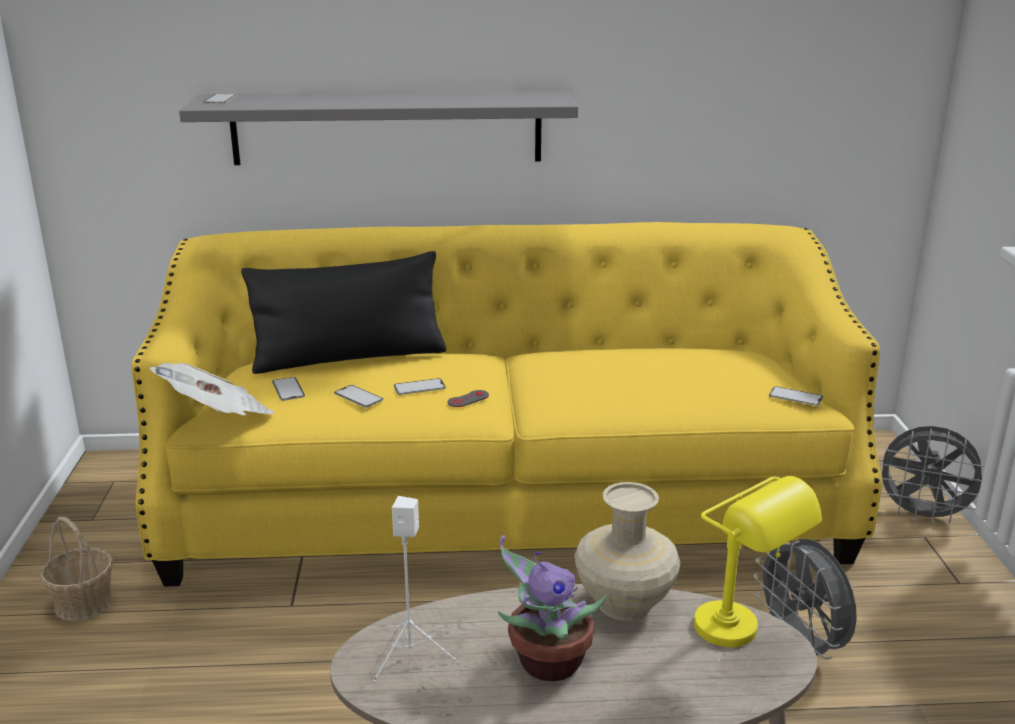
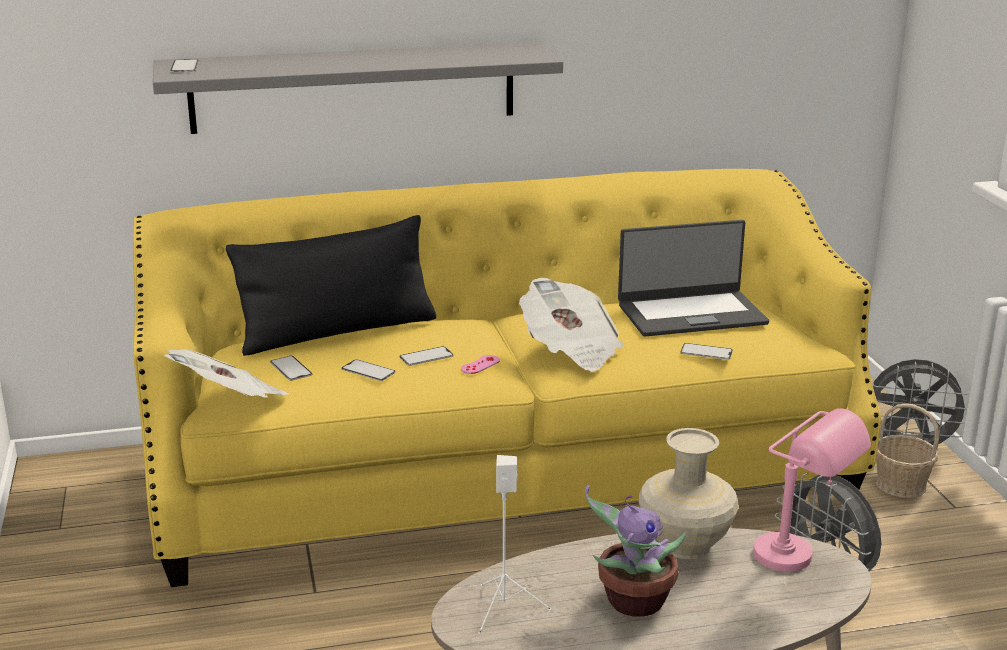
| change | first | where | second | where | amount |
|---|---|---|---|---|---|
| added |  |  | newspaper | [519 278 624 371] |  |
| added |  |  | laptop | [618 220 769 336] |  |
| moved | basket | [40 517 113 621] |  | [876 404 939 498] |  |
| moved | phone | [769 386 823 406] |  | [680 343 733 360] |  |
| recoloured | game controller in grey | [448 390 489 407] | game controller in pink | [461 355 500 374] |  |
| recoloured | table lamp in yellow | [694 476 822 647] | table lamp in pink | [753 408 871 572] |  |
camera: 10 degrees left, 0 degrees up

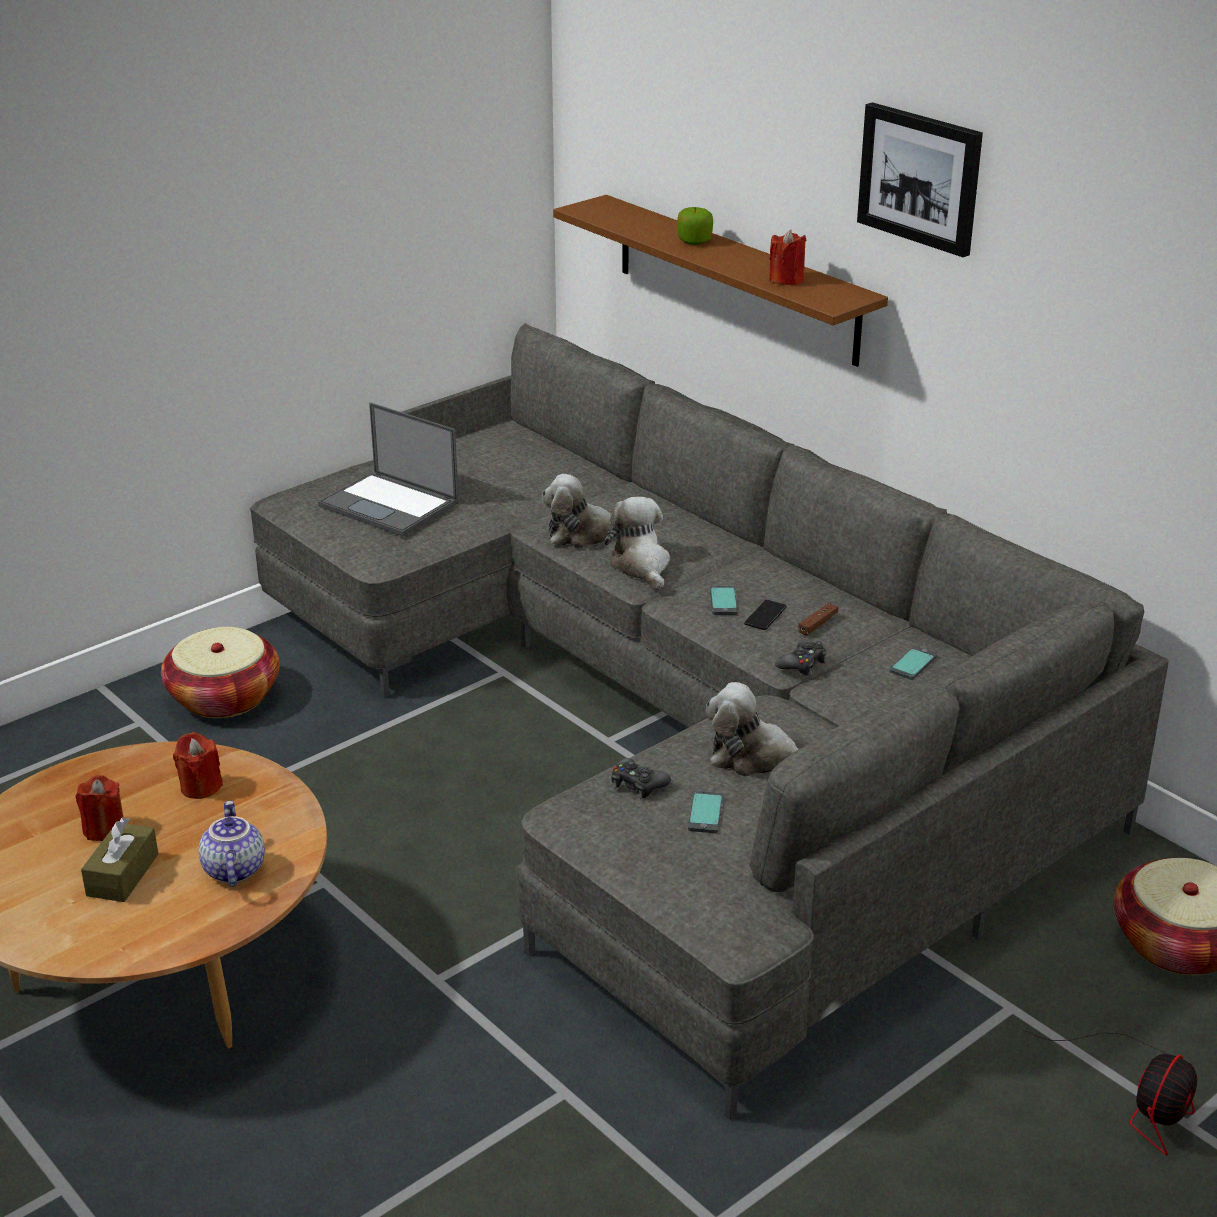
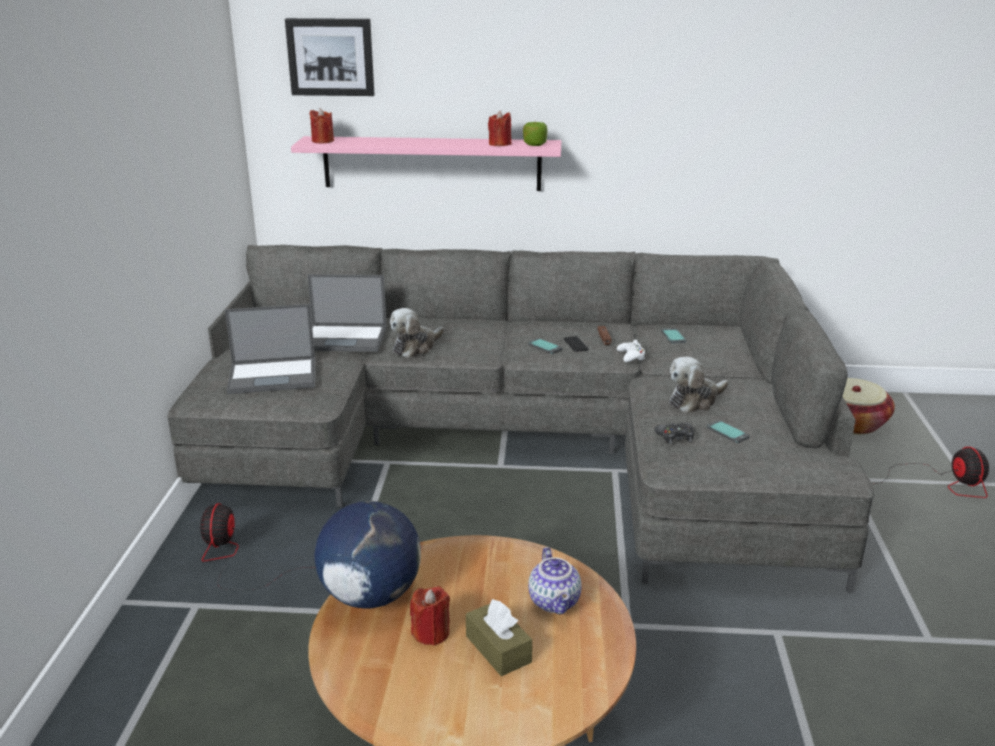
| change | first | where | second | where | amount |
|---|---|---|---|---|---|
| removed | plush toy | [604 497 670 590] |  |  |  |
| added |  |  | laptop | [308 274 387 352] |  |
| added |  |  | globe | [315 501 421 609] |  |
| moved | candle in red | [173 732 223 799] |  | [310 108 334 144] |  |
| moved | apple | [677 207 713 245] |  | [523 121 548 146] |  |
| moved | picture | [857 102 983 257] |  | [285 18 375 96] |  |
| replaced | basket | [161 627 280 718] | fan | [200 503 305 590] |  |
| recoloured | shelf in brown | [553 195 888 367] | shelf in pink | [291 136 561 191] |  |
| recoloured | game controller in black | [775 640 827 675] | game controller in white | [617 340 645 362] |  |
| turned | teapot | [199 801 265 887] |  | [528 547 581 615] | 135 degrees counterclockwise |
camera: 45 degrees left, 5 degrees down

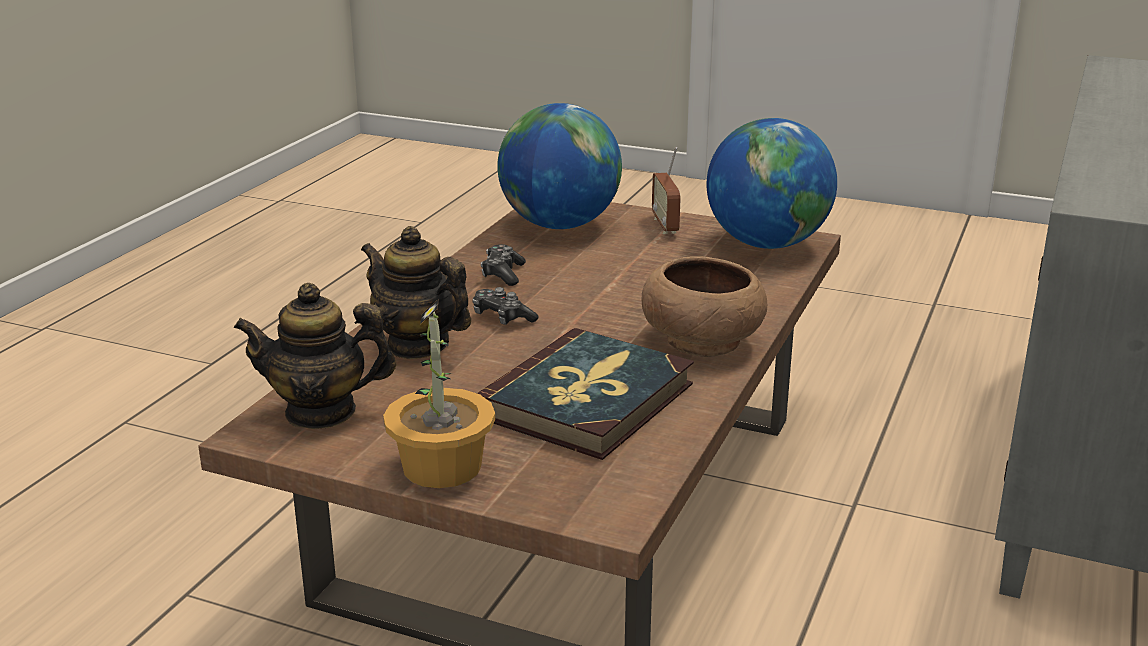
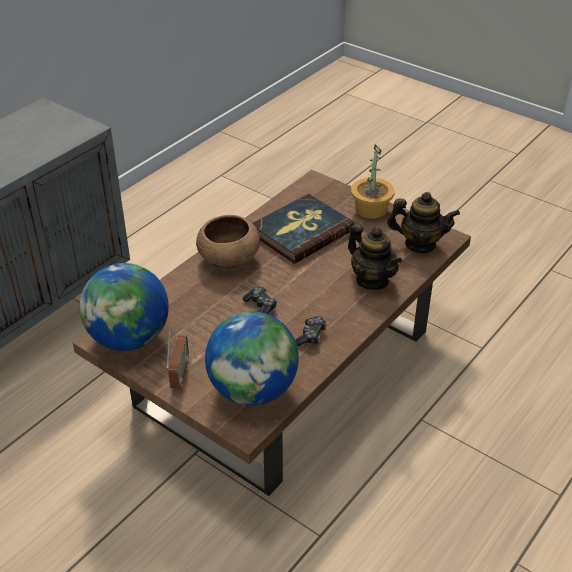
| change | first | where | second | where | amount |
|---|---|---|---|---|---|
| moved | game controller | [472 287 538 325] |  | [242 286 277 314] |  |
camera: 165 degrees left, 15 degrees up

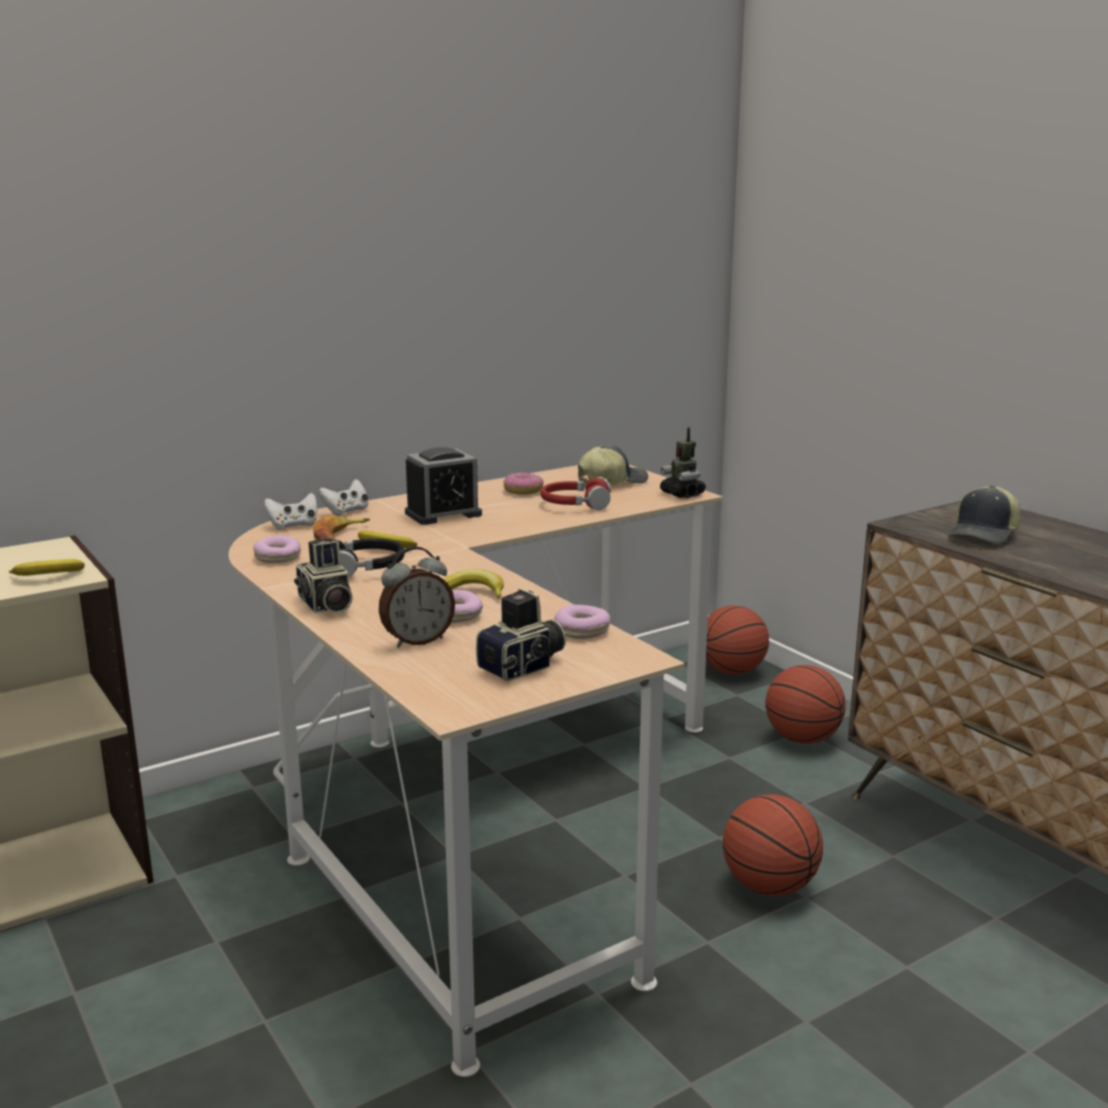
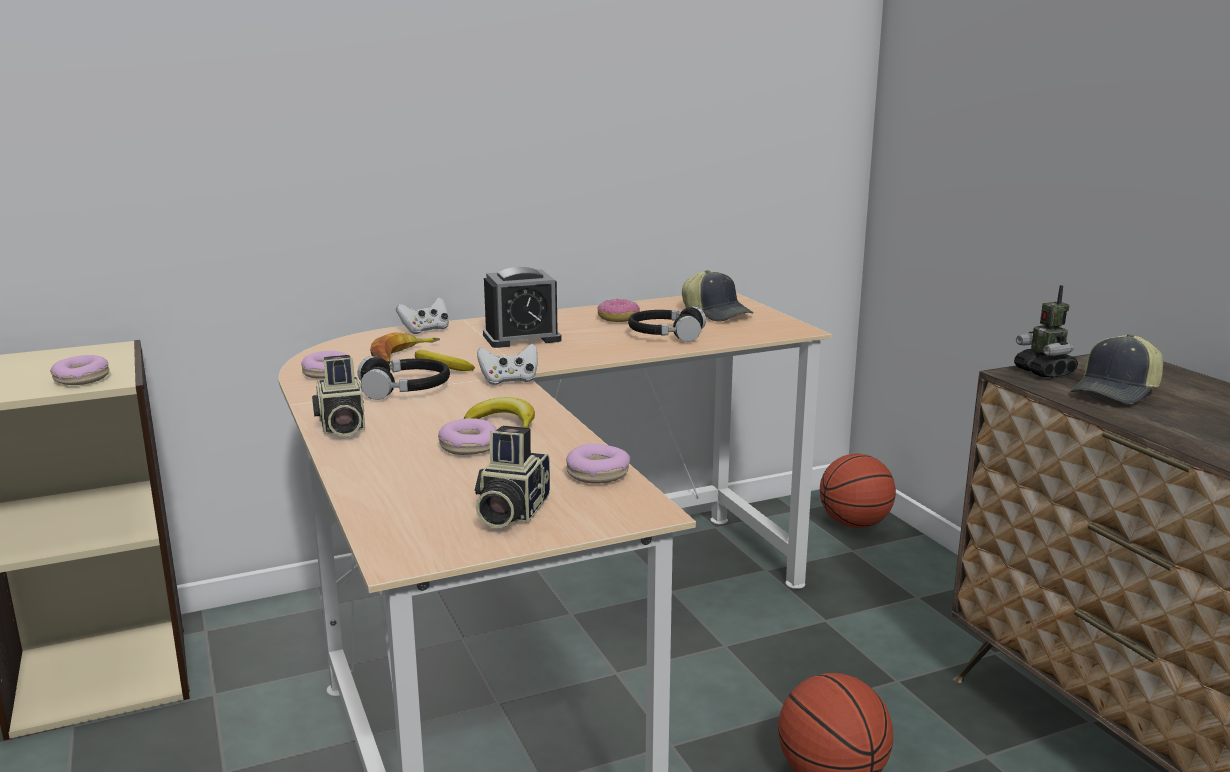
| change | first | where | second | where | amount |
|---|---|---|---|---|---|
| removed | alarm clock | [379 546 455 648] |  |  |  |
| removed | basketball | [765 665 845 744] |  |  |  |
| moved | game controller in white | [264 493 317 529] |  | [477 343 538 385] |  |
| moved | toy robot | [660 427 706 498] |  | [1014 285 1078 378] |  |
| replaced | banana | [9 559 85 576] | donut | [50 355 110 385] |  |
| recoloured | headphones in red | [540 477 611 510] | headphones in black | [628 306 706 342] |  |
| turned | photo camera | [476 588 566 681] |  | [475 426 550 528] | 135 degrees clockwise |
| turned | cap | [578 445 648 485] |  | [682 270 754 322] | 75 degrees clockwise |
camera: 10 degrees right, 0 degrees up

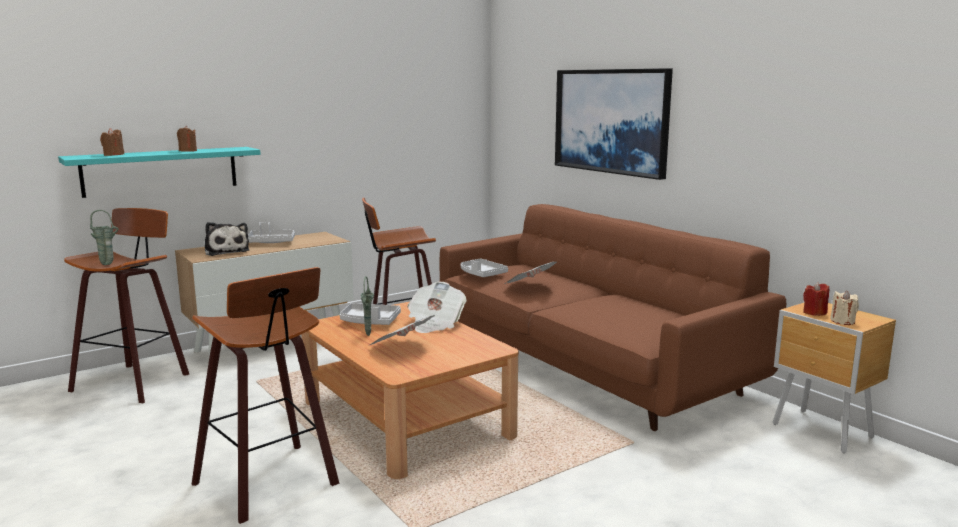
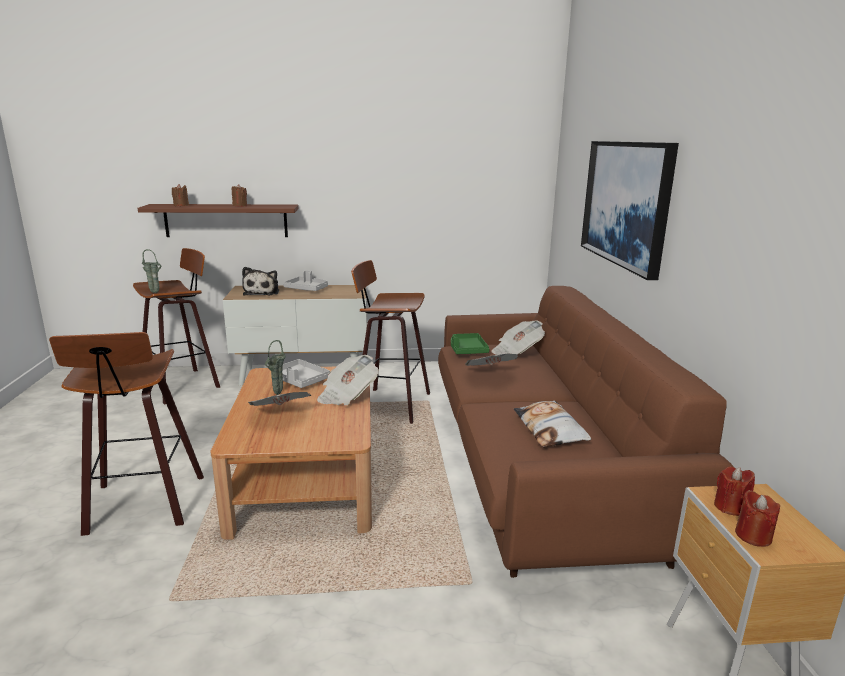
| change | first | where | second | where | amount |
|---|---|---|---|---|---|
| added |  |  | newspaper | [491 321 545 355] |  |
| added |  |  | pillow | [514 401 591 447] |  |
| recoloured | shelf in turquoise | [58 147 261 198] | shelf in brown | [138 204 299 237] |  |
| recoloured | tray in grey | [461 259 508 277] | tray in green | [451 333 490 354] |  |
| recoloured | candle in beige | [830 290 859 325] | candle in red | [735 490 780 547] |  |
camera: 30 degrees right, 5 degrees up

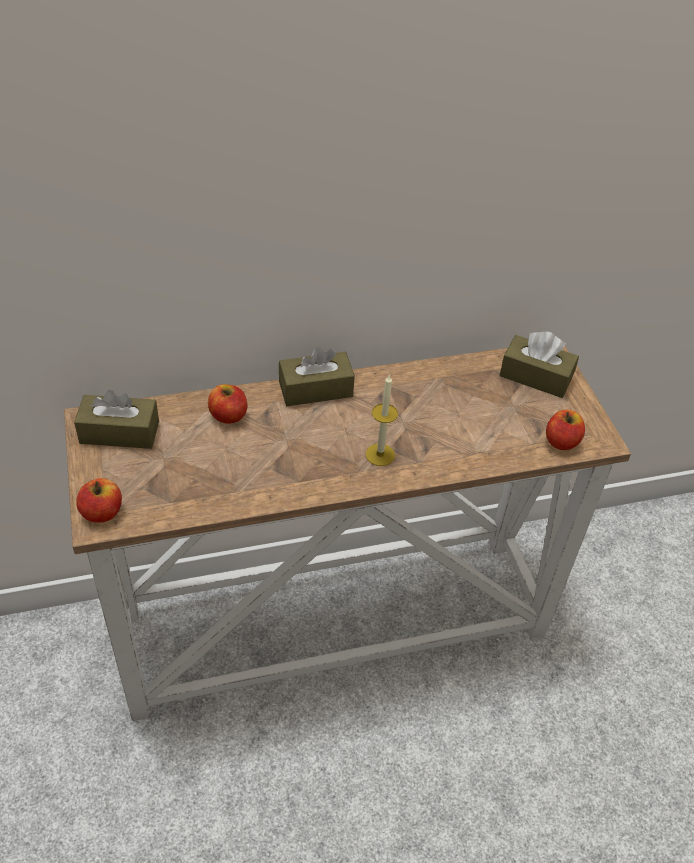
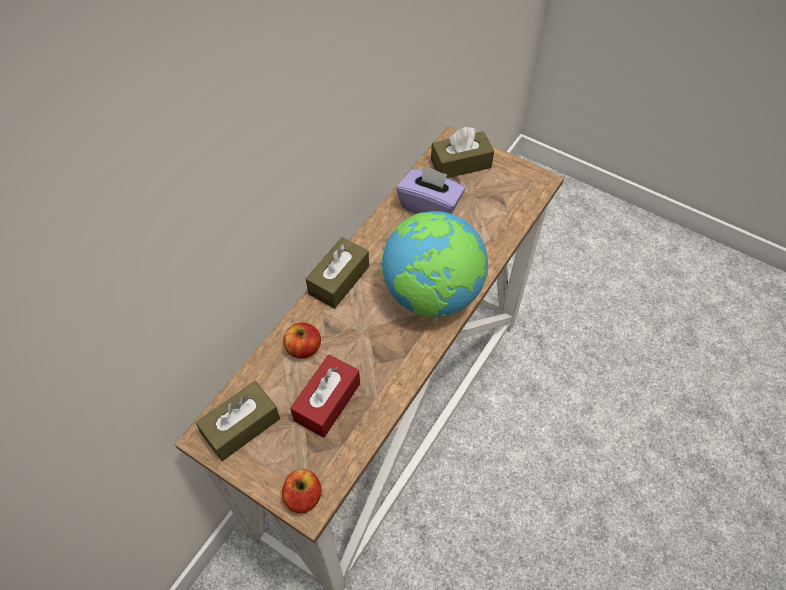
| change | first | where | second | where | amount |
|---|---|---|---|---|---|
| removed | apple | [546 410 585 450] |  |  |  |
| added |  |  | tissue box in red | [290 355 360 438] |  |
| added |  |  | tissue box in purple | [396 165 465 214] |  |
| replaced | candle | [366 375 398 466] | globe | [382 211 488 318] |  |
camera: 40 degrees left, 10 degrees up

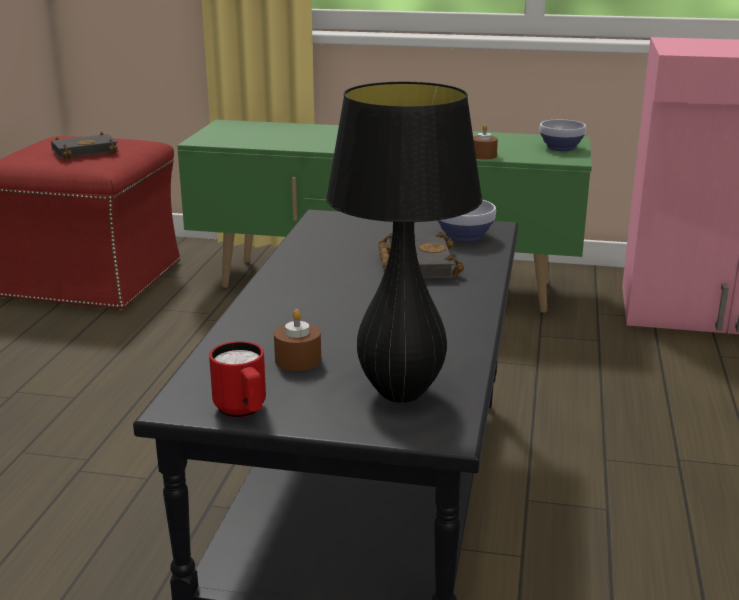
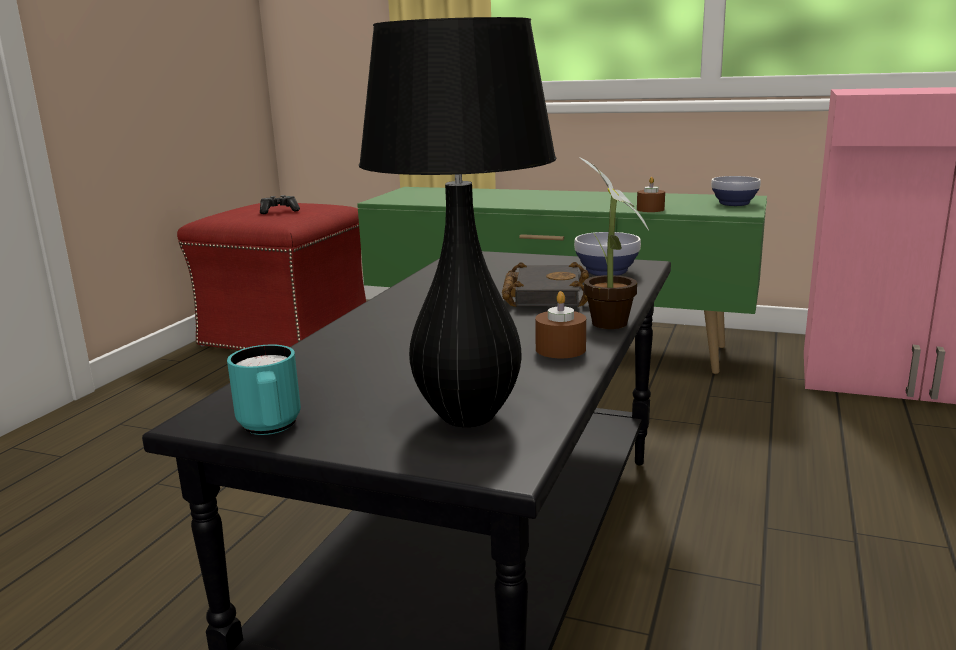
| change | first | where | second | where | amount |
|---|---|---|---|---|---|
| added |  |  | potted plant | [579 157 649 329] |  |
| moved | candle in brown | [274 309 321 371] |  | [535 291 586 358] |  |
| replaced | book in black | [51 131 118 160] | game controller | [260 195 300 214] |  |
| recoloured | mug in red | [209 341 266 418] | mug in turquoise | [227 344 301 435] |  |
camera: 10 degrees right, 5 degrees down

